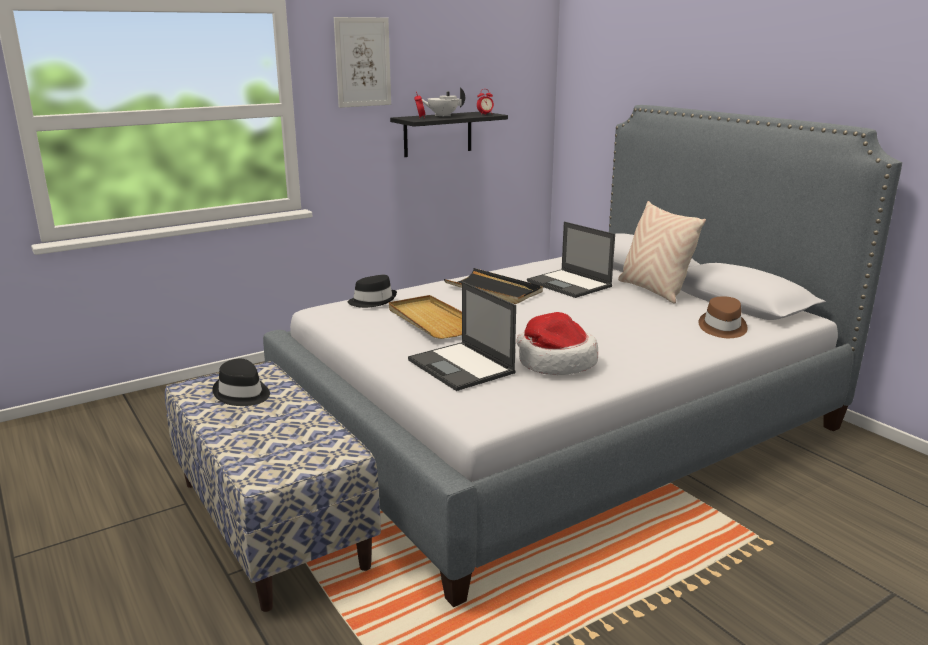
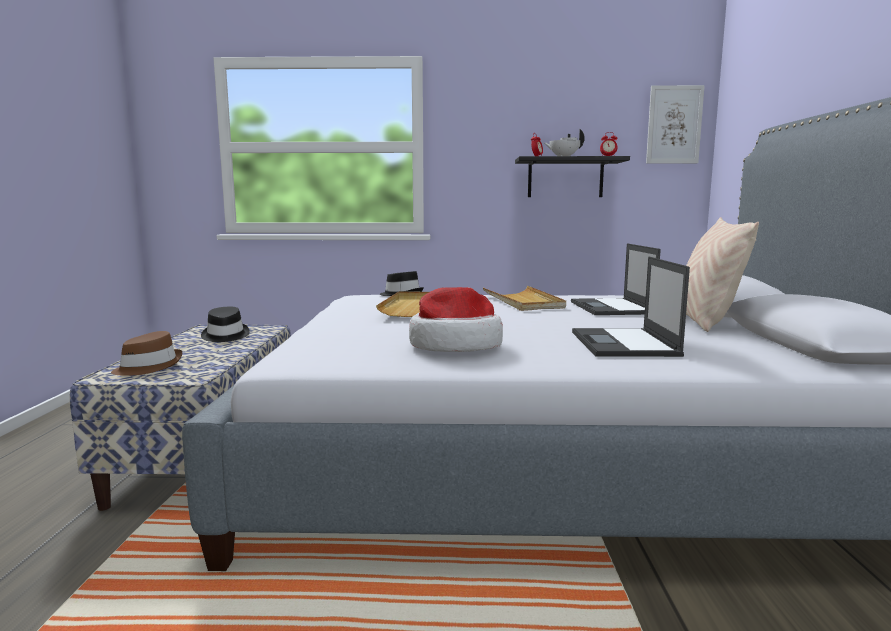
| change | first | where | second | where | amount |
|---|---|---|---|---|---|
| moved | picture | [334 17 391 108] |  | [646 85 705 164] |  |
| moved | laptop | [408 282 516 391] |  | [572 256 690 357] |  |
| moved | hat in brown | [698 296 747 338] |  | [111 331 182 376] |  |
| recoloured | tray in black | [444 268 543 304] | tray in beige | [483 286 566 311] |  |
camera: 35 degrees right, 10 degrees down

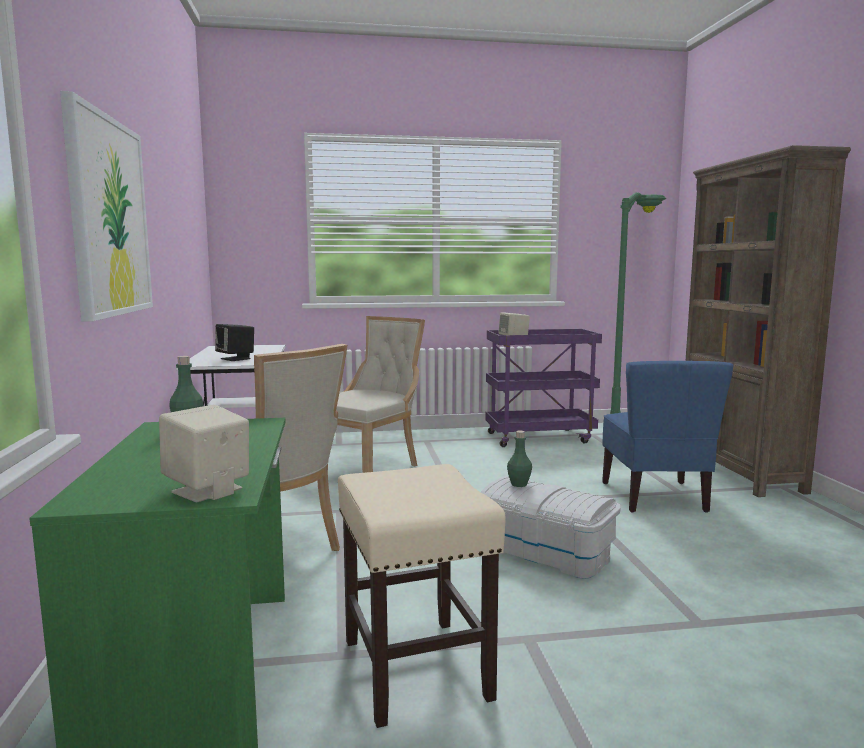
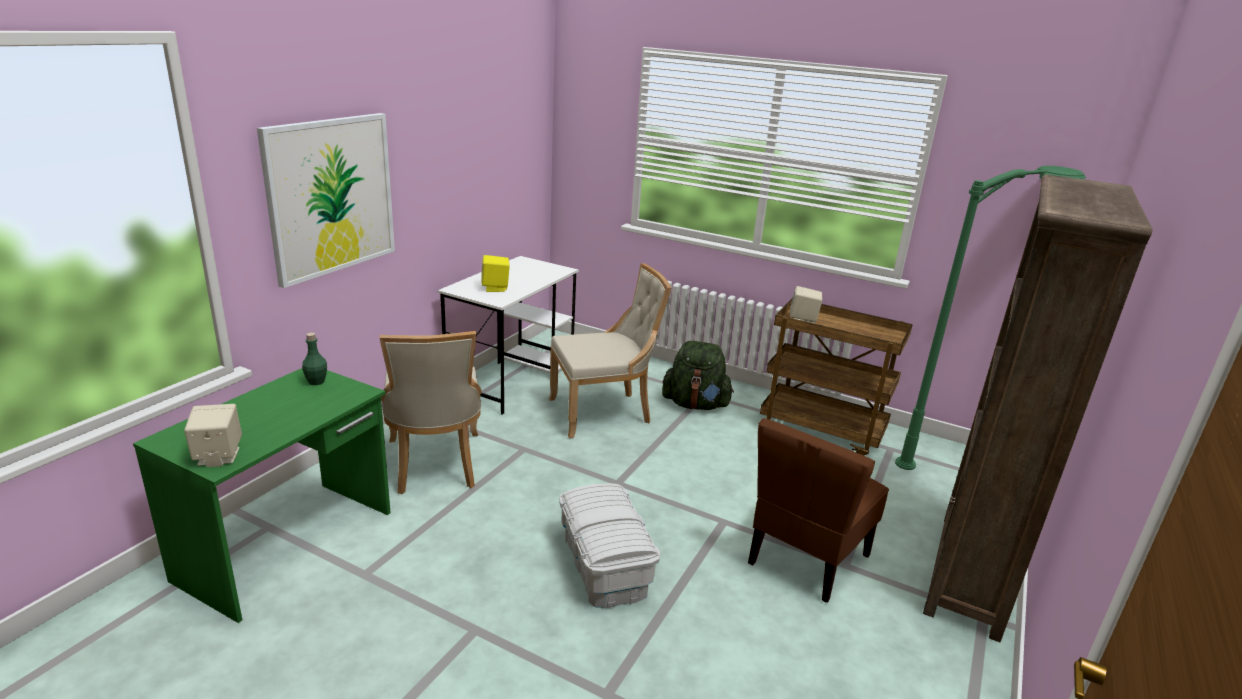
| change | first | where | second | where | amount |
|---|---|---|---|---|---|
| removed | stool in beige | [338 464 506 728] |  |  |  |
| removed | bottle in green | [507 431 532 487] |  |  |  |
| added |  |  | backpack in green | [662 341 734 410] |  |
| recoloured | speaker in black | [215 324 254 361] | speaker in yellow | [481 255 510 292] |  |
| recoloured | cart in purple | [485 329 602 447] | cart in brown | [760 298 913 456] |  |
| recoloured | chair in blue | [602 361 734 513] | chair in brown | [748 418 889 603] |  |
camera: 35 degrees right, 15 degrees up

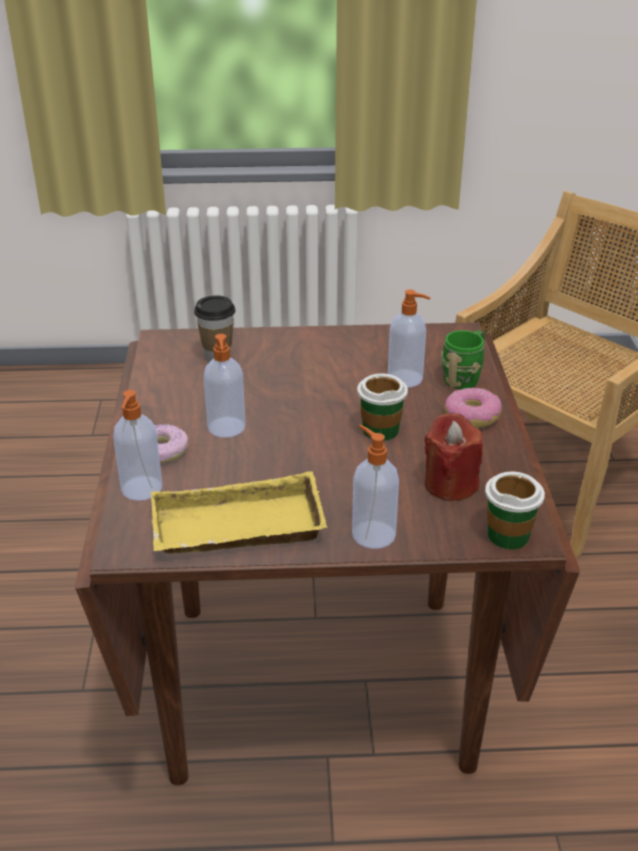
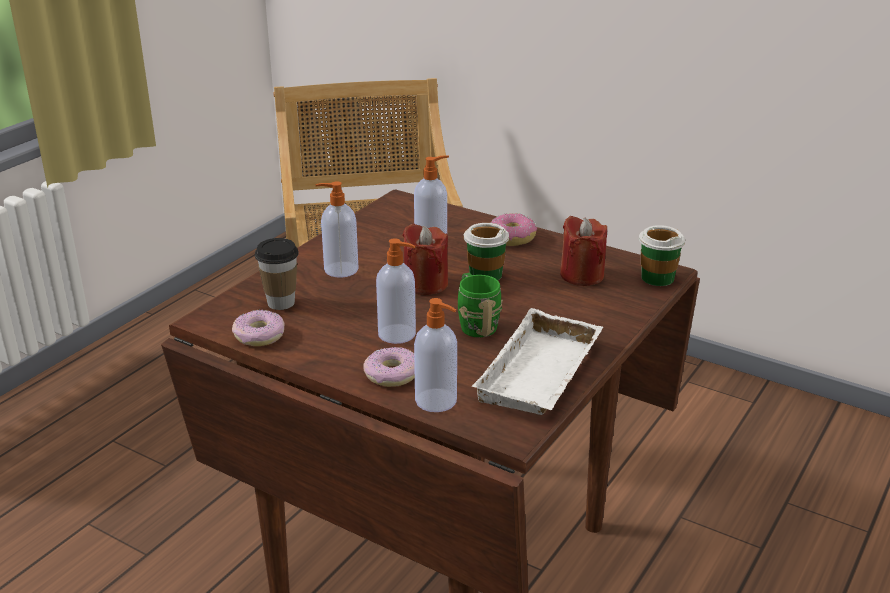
| change | first | where | second | where | amount |
|---|---|---|---|---|---|
| added |  |  | donut | [232 310 285 346] |  |
| added |  |  | candle in red | [403 224 448 295] |  |
| moved | soap dispenser | [352 425 399 549] |  | [315 181 358 278] |  |
| moved | mug in green | [441 330 485 389] |  | [458 273 503 338] |  |
| recoloured | tray in yellow | [150 471 327 554] | tray in white | [472 308 603 415] |  |
camera: 55 degrees left, 5 degrees down

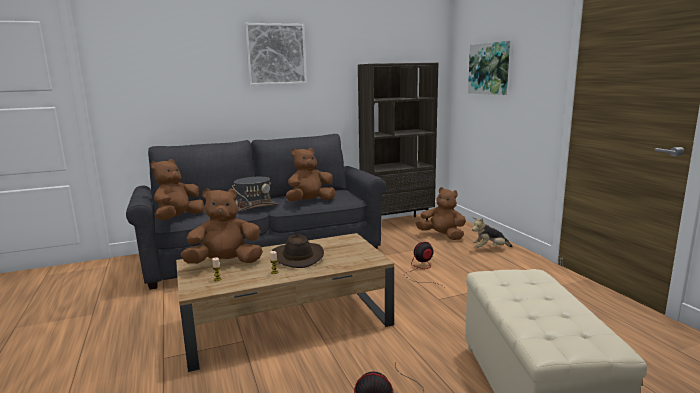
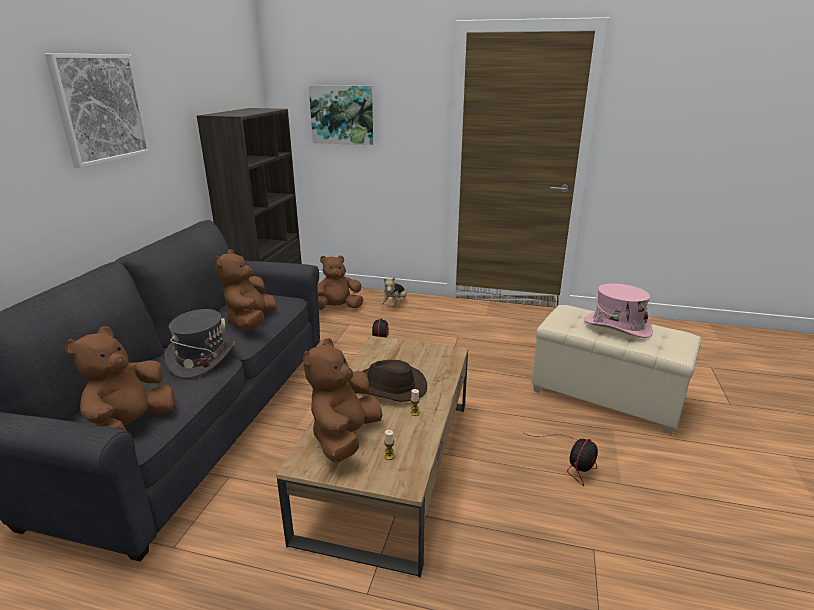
| change | first | where | second | where | amount |
|---|---|---|---|---|---|
| added |  |  | hat in pink | [584 283 653 338] |  |
| turned | plush toy in brown | [151 159 204 220] |  | [65 326 176 431] | 45 degrees clockwise |
camera: 55 degrees left, 10 degrees up

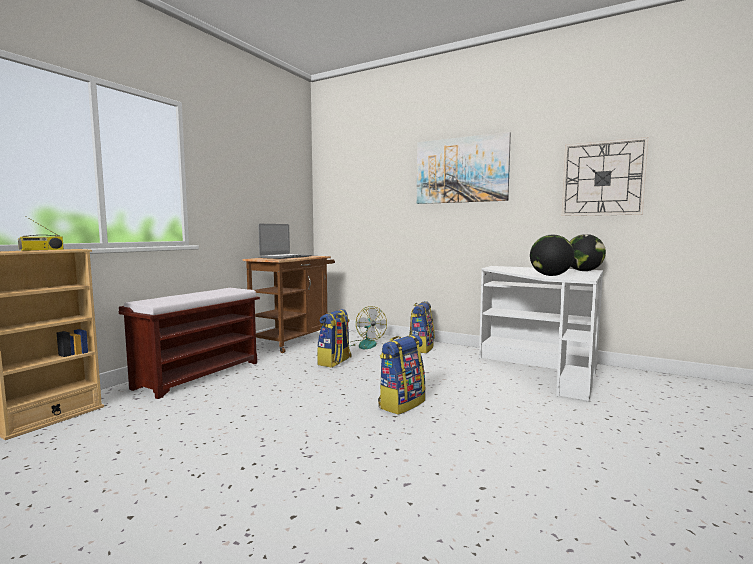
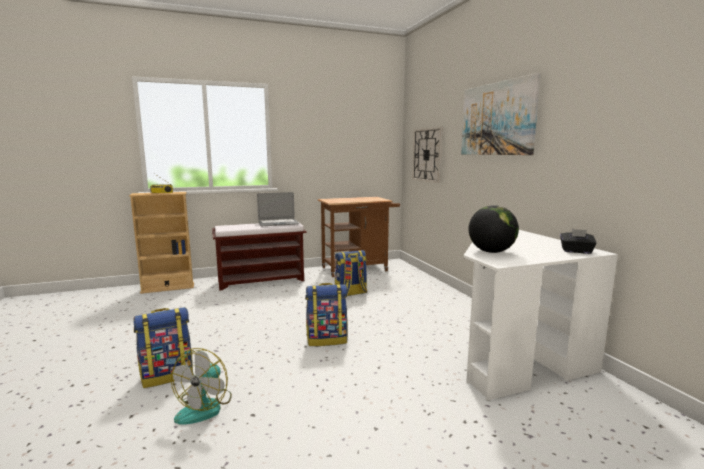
| change | first | where | second | where | amount |
|---|---|---|---|---|---|
| moved | laptop | [258 224 312 259] |  | [257 192 299 226] |  |
| moved | fan | [351 306 387 349] |  | [171 348 232 425] |  |
| moved | backpack | [409 301 435 353] |  | [133 307 193 388] |  |
| moved | wall clock | [562 137 648 216] |  | [412 127 443 183] |  |
| replaced | globe | [569 234 606 271] | tissue box in black | [560 229 597 254] |  |
camera: 40 degrees right, 5 degrees up

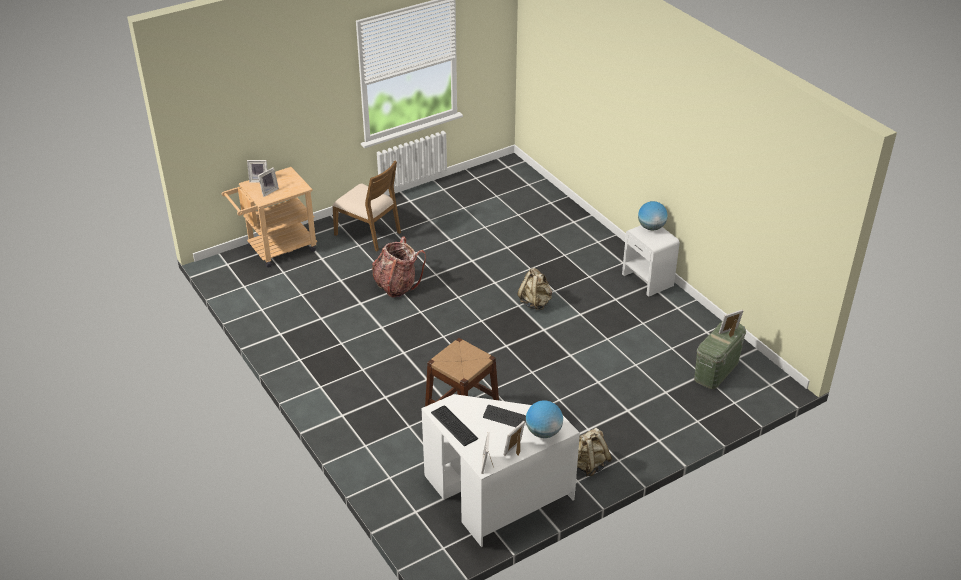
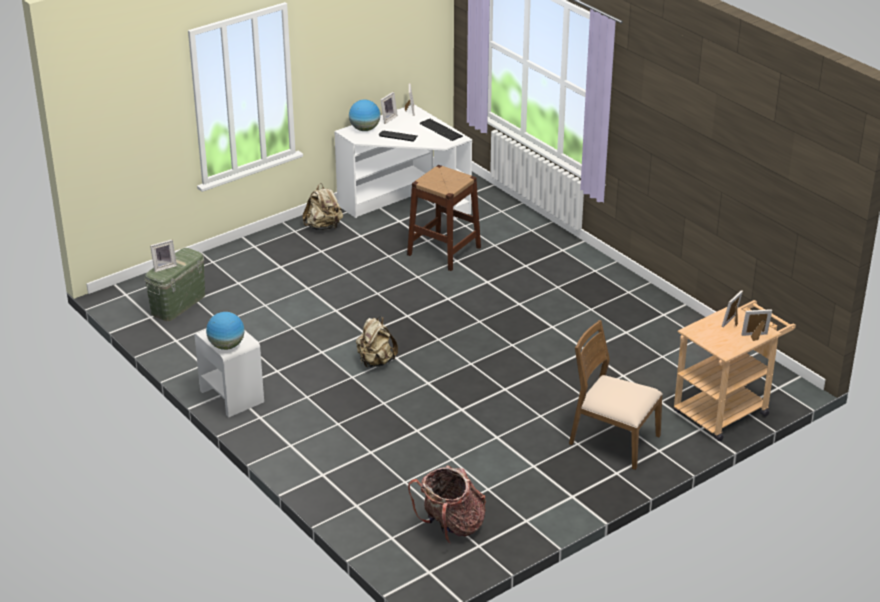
| change | first | where | second | where | amount |
|---|---|---|---|---|---|
| moved | backpack | [372 236 426 298] |  | [408 465 486 544] |  |
camera: 175 degrees right, 5 degrees down

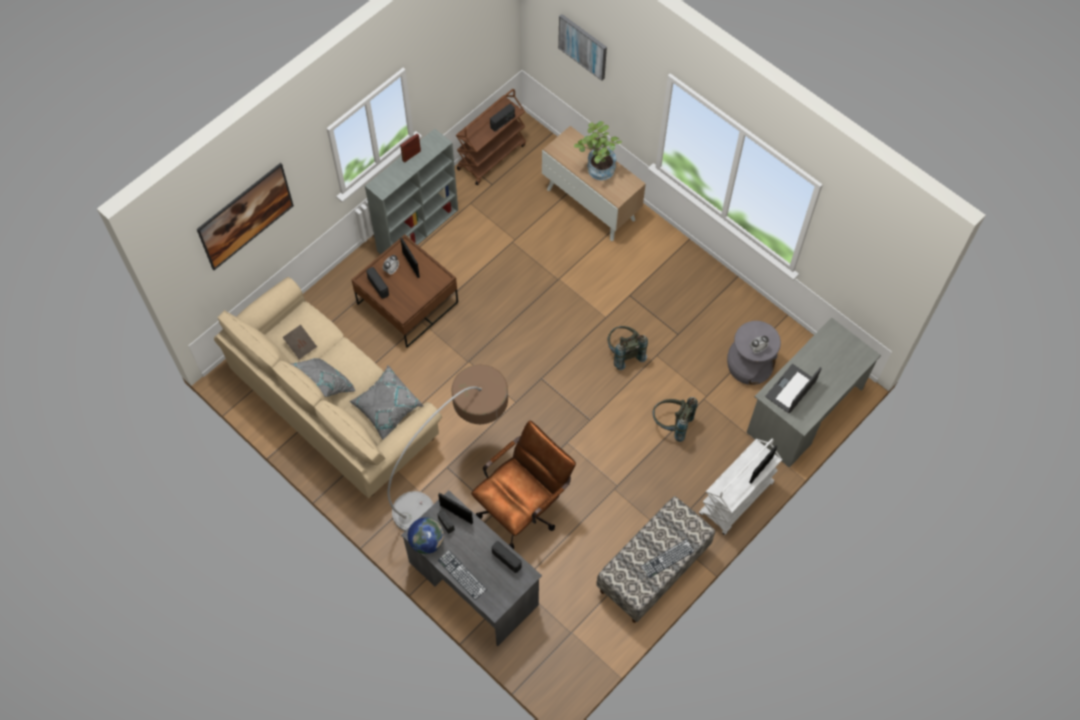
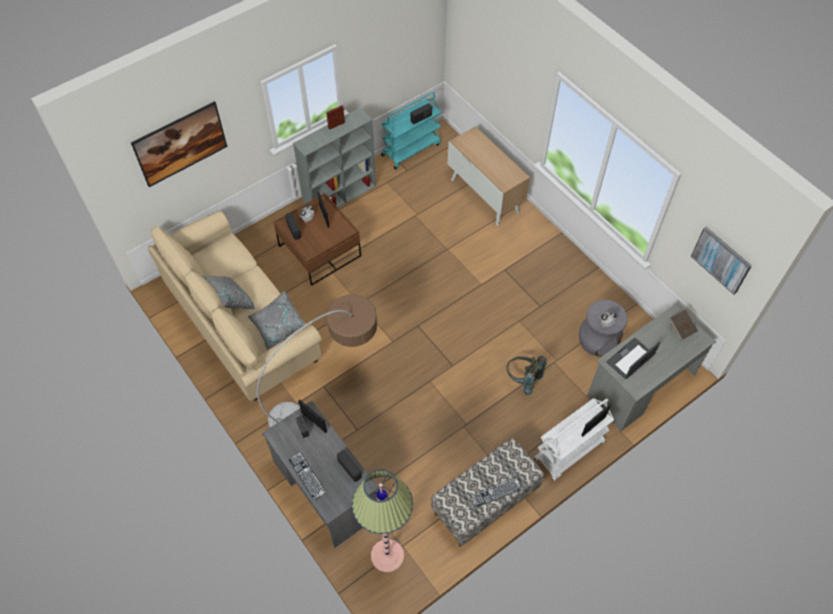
| change | first | where | second | where | amount |
|---|---|---|---|---|---|
| removed | globe | [408 517 444 554] |  |  |  |
| removed | office chair in brown | [471 421 576 549] |  |  |  |
| removed | potted plant | [574 121 622 180] |  |  |  |
| removed | backpack in grey | [607 326 648 370] |  |  |  |
| added |  |  | floor lamp | [352 469 413 572] |  |
| moved | book in brown | [283 325 317 359] |  | [669 309 698 340] |  |
| moved | picture | [558 14 607 81] |  | [691 227 752 295] |  |
| recoloured | cart in brown | [456 89 526 185] | cart in turquoise | [381 92 441 169] |  |
camera: 10 degrees right, 5 degrees down

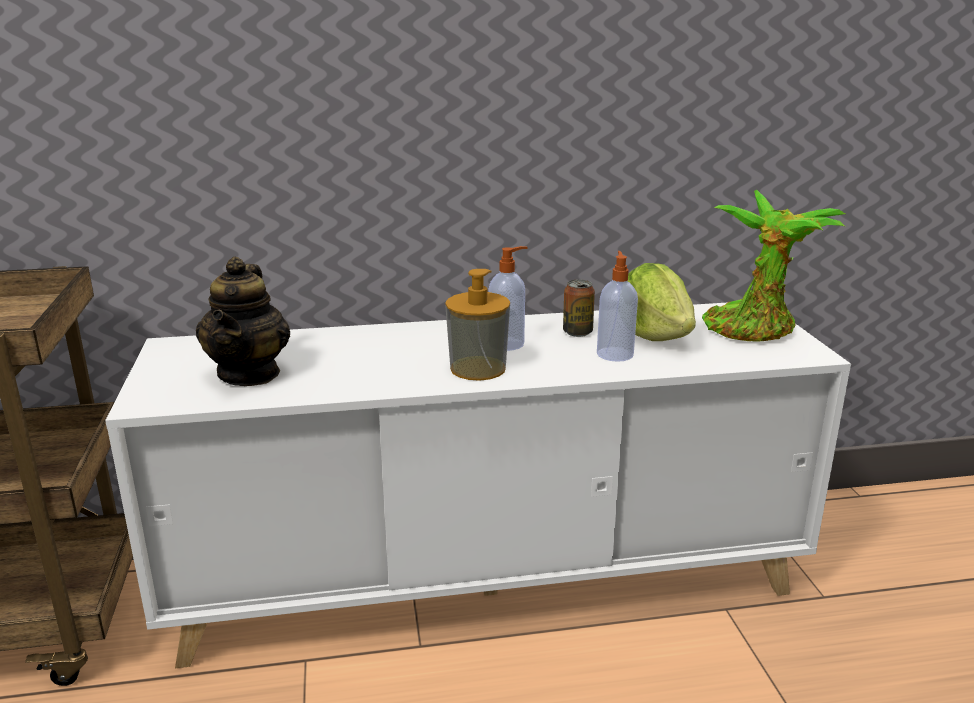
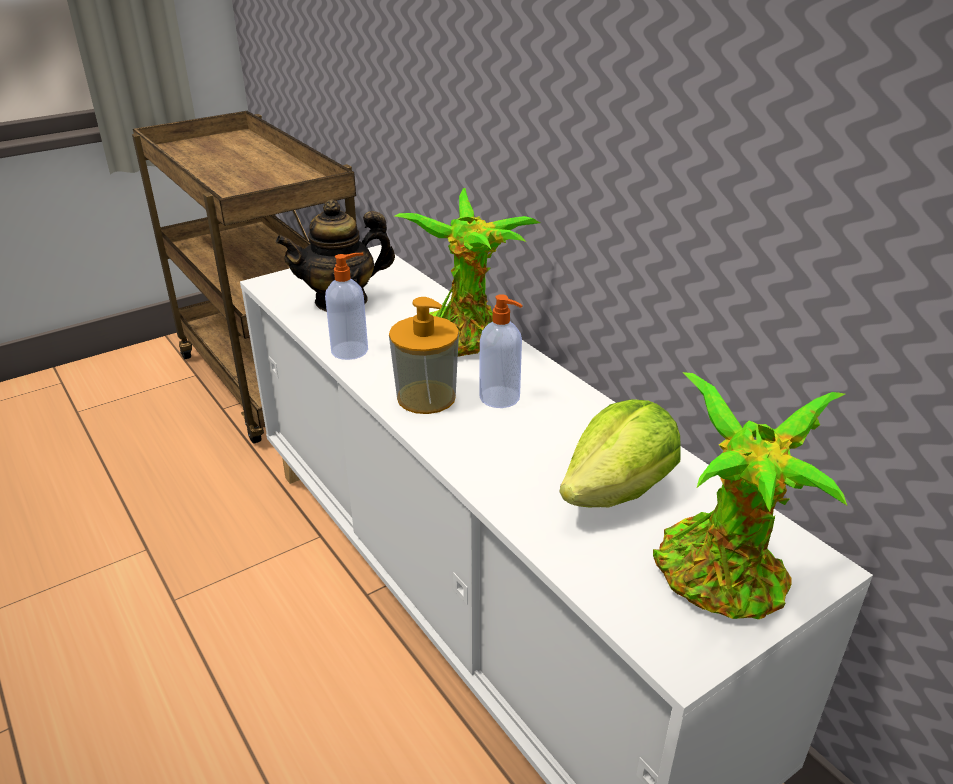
| change | first | where | second | where | amount |
|---|---|---|---|---|---|
| removed | can | [563 280 595 337] |  |  |  |
| added |  |  | potted plant | [395 188 540 356] |  |
| moved | soap dispenser | [597 251 638 362] |  | [325 253 368 360] |  |
camera: 65 degrees right, 10 degrees up

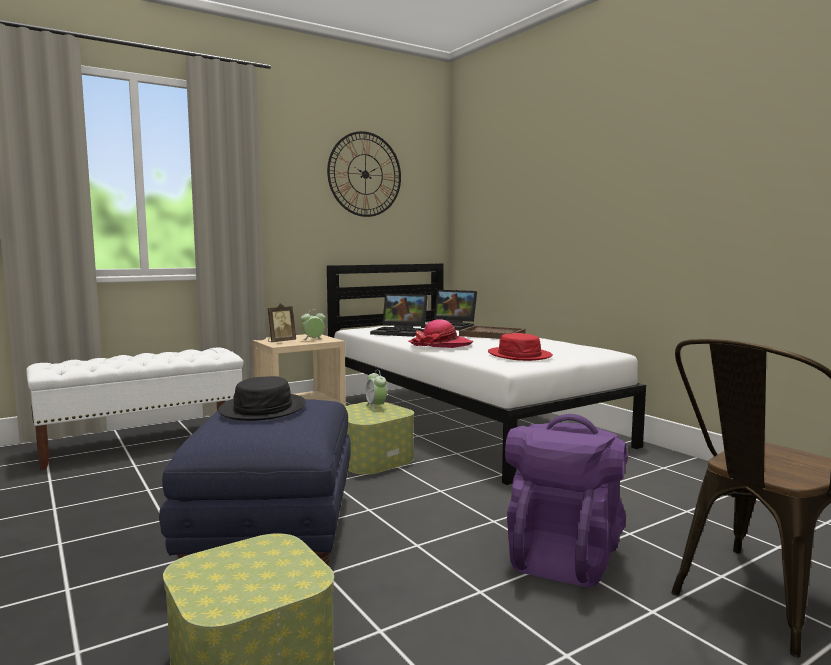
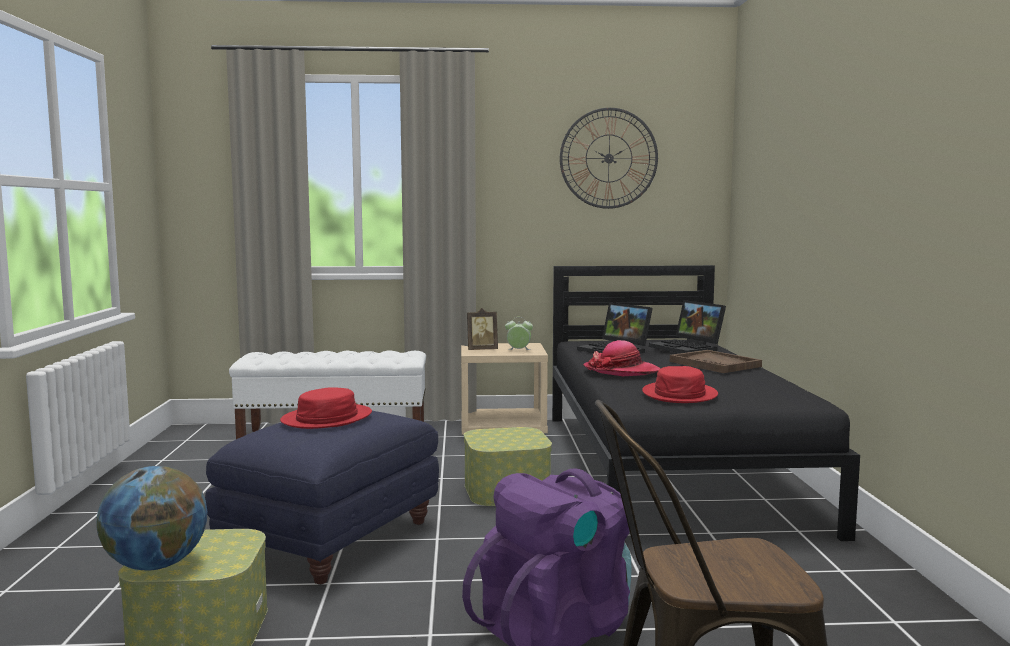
| change | first | where | second | where | amount |
|---|---|---|---|---|---|
| removed | alarm clock | [366 370 387 411] |  |  |  |
| added |  |  | globe | [96 466 207 571] |  |
| recoloured | hat in black | [218 376 306 421] | hat in red | [280 387 372 429] |  |
| recoloured | bed in white | [327 263 646 485] | bed in black | [552 265 860 541] |  |
camera: 30 degrees right, 0 degrees up

